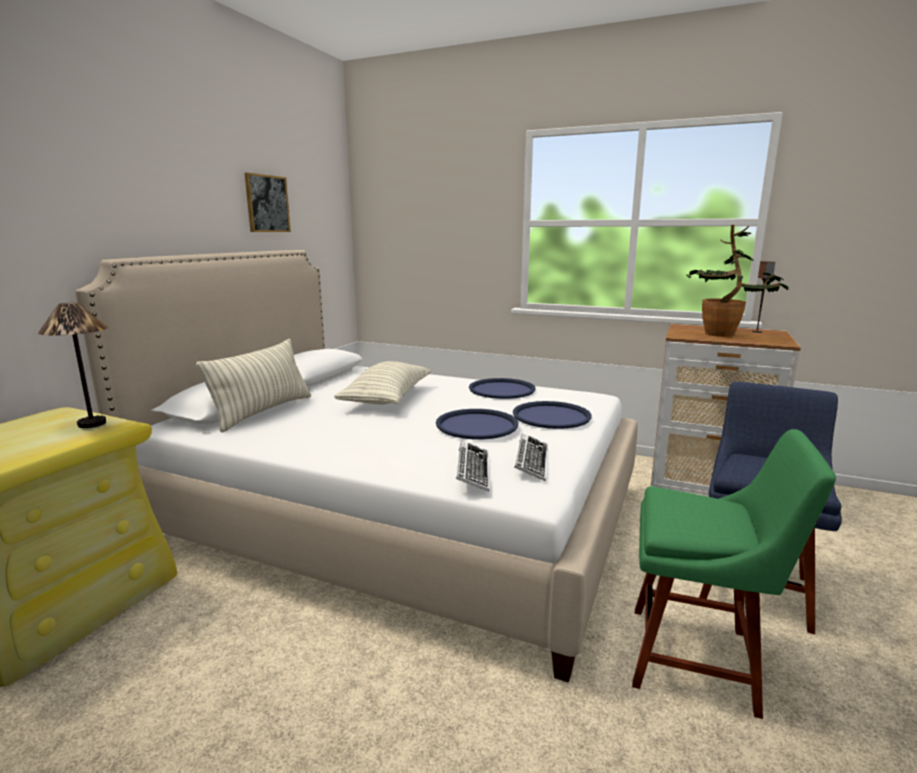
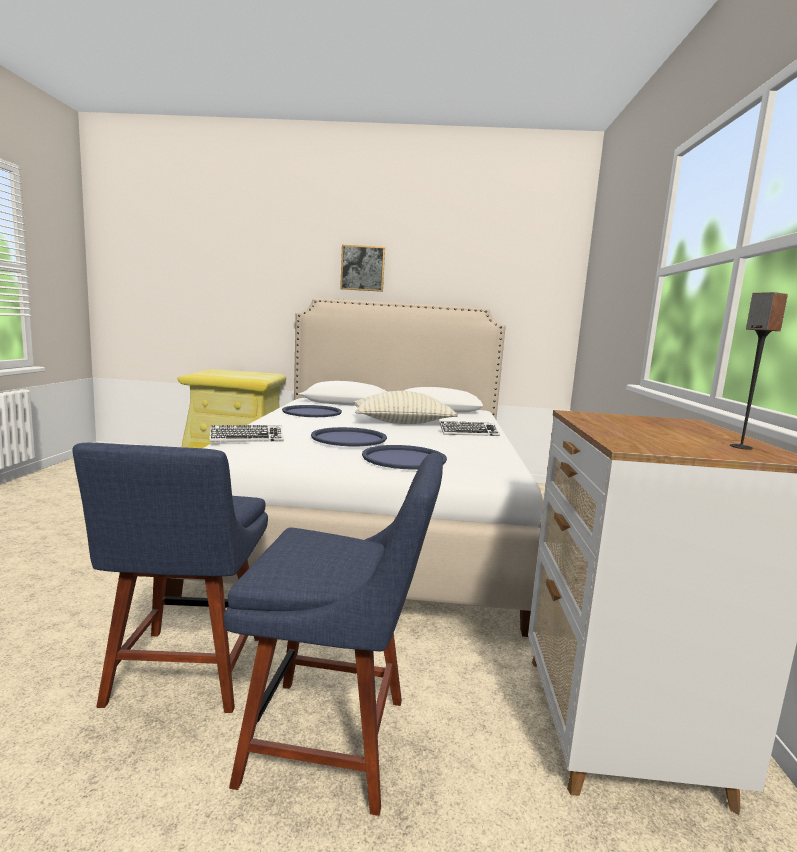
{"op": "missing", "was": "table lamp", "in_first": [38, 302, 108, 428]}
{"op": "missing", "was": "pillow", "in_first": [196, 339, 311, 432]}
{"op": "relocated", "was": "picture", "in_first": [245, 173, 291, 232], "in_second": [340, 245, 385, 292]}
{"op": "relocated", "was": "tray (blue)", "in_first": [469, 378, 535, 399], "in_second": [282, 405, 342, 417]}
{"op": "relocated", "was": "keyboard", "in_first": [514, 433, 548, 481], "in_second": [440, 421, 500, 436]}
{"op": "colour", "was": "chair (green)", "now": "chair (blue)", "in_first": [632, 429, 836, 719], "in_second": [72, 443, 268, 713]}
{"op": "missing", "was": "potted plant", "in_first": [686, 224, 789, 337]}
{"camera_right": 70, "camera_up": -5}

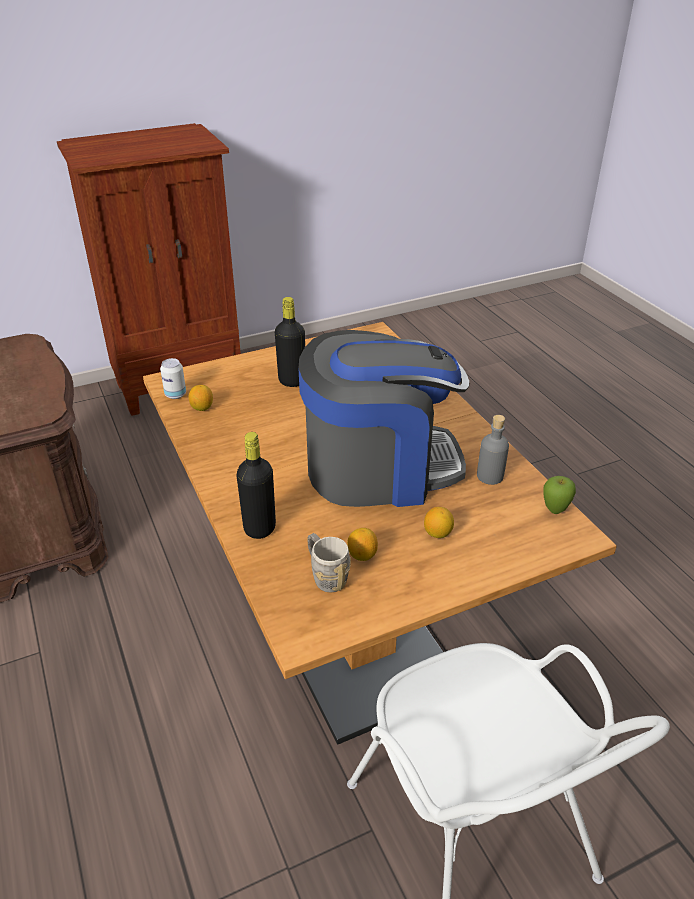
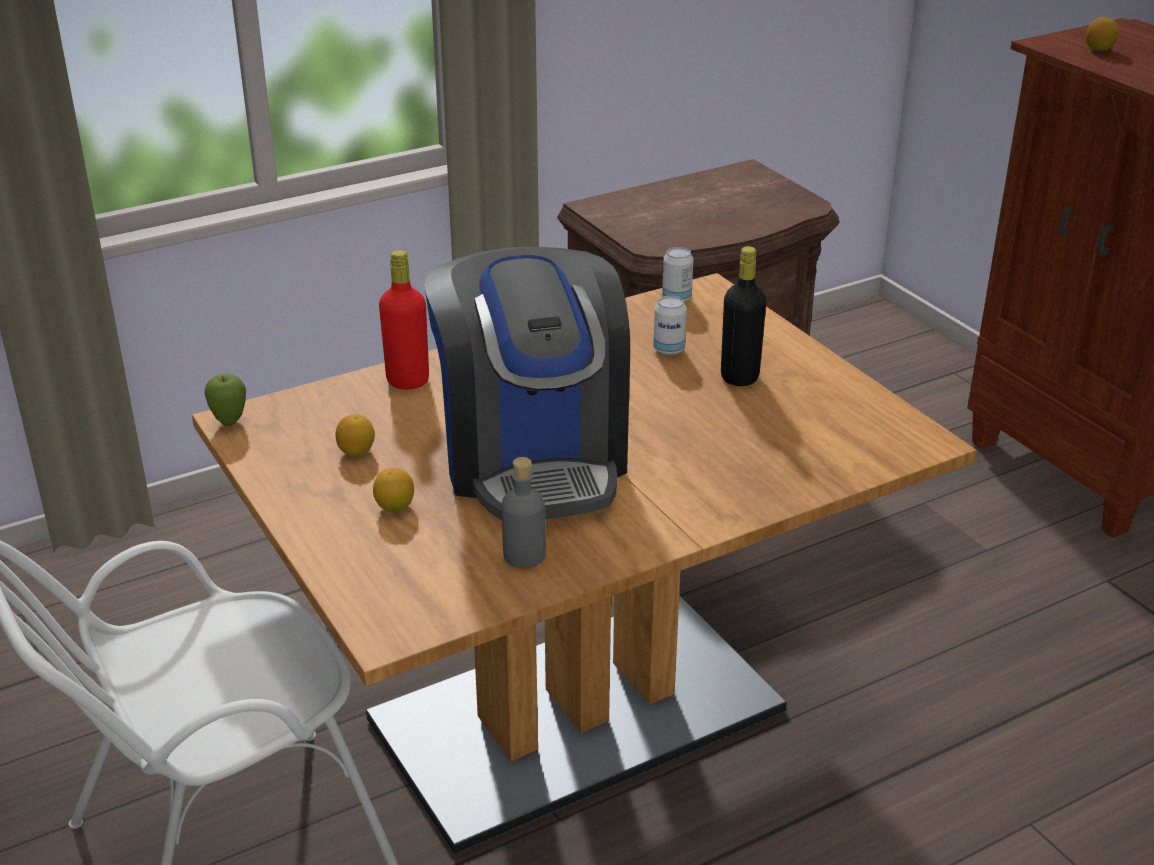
{"op": "relocated", "was": "lemon", "in_first": [189, 385, 213, 411], "in_second": [1086, 17, 1119, 51]}
{"op": "colour", "was": "bottle (black)", "now": "bottle (red)", "in_first": [236, 432, 276, 539], "in_second": [379, 250, 429, 389]}
{"op": "missing", "was": "mug (grey)", "in_first": [308, 533, 351, 593]}
{"op": "relocated", "was": "apple", "in_first": [544, 476, 576, 514], "in_second": [204, 374, 246, 426]}
{"op": "appeared", "now": "can", "in_second": [653, 296, 687, 356]}
{"camera_right": 85, "camera_up": -5}

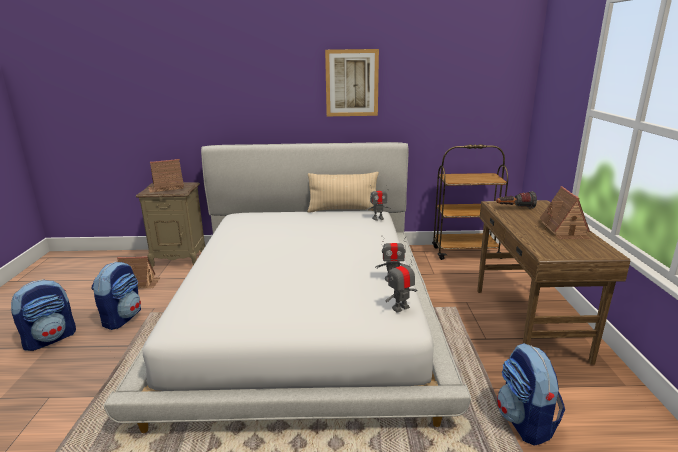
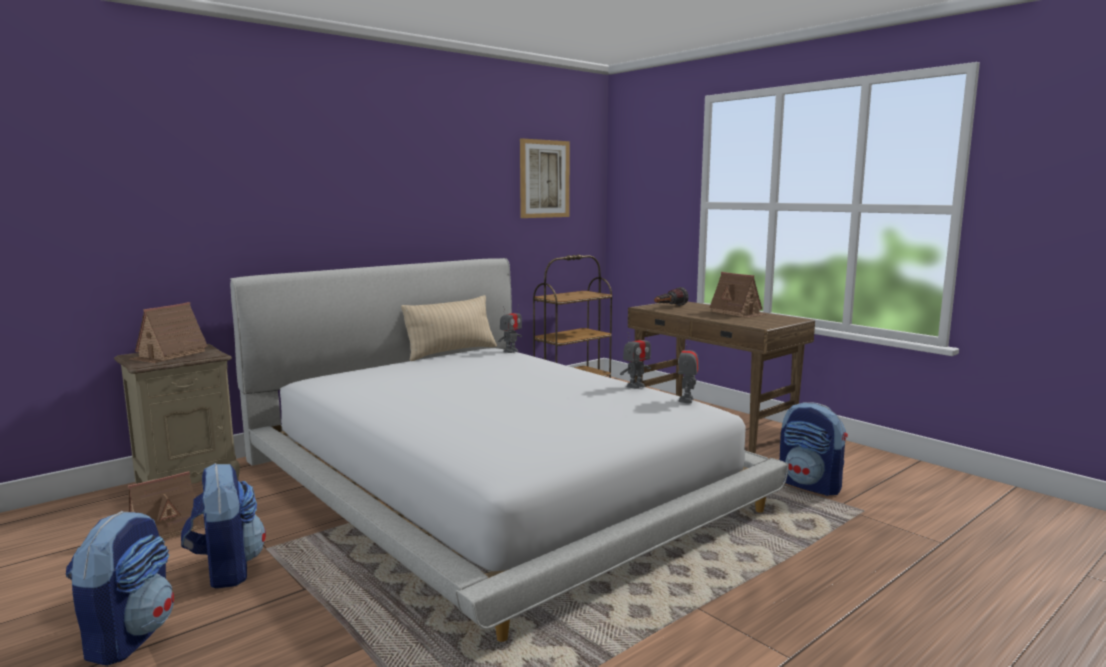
{"op": "relocated", "was": "picture", "in_first": [325, 49, 379, 116], "in_second": [520, 138, 570, 218]}
{"camera_right": -40, "camera_up": -10}

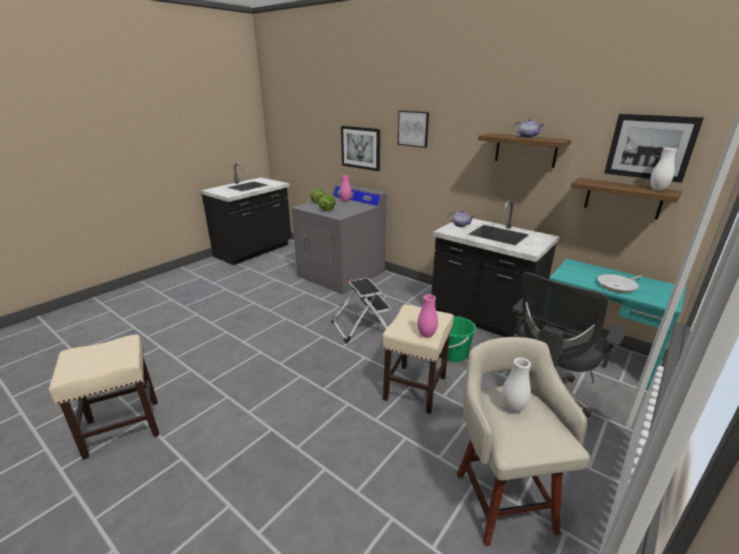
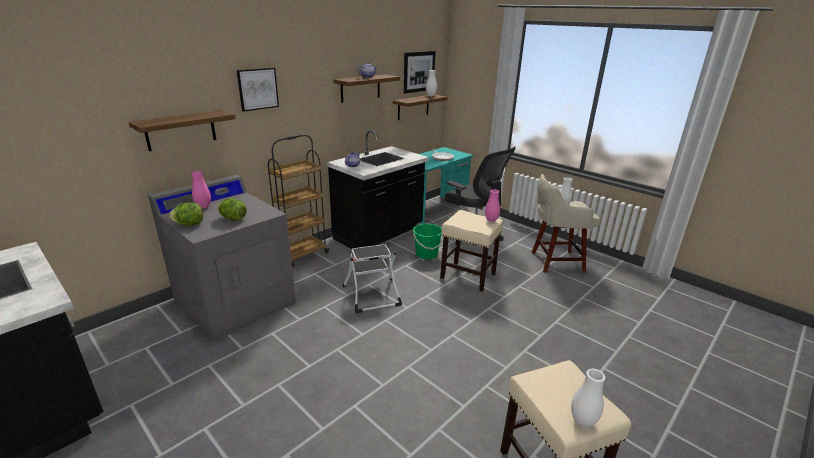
{"op": "exchanged", "was": "picture", "now": "shelf", "in_first": [341, 126, 380, 171], "in_second": [128, 110, 235, 151]}
{"op": "appeared", "now": "cart (brown)", "in_second": [268, 135, 330, 268]}
{"op": "appeared", "now": "vase (white)", "in_second": [571, 369, 606, 427]}
{"camera_right": -85, "camera_up": 0}

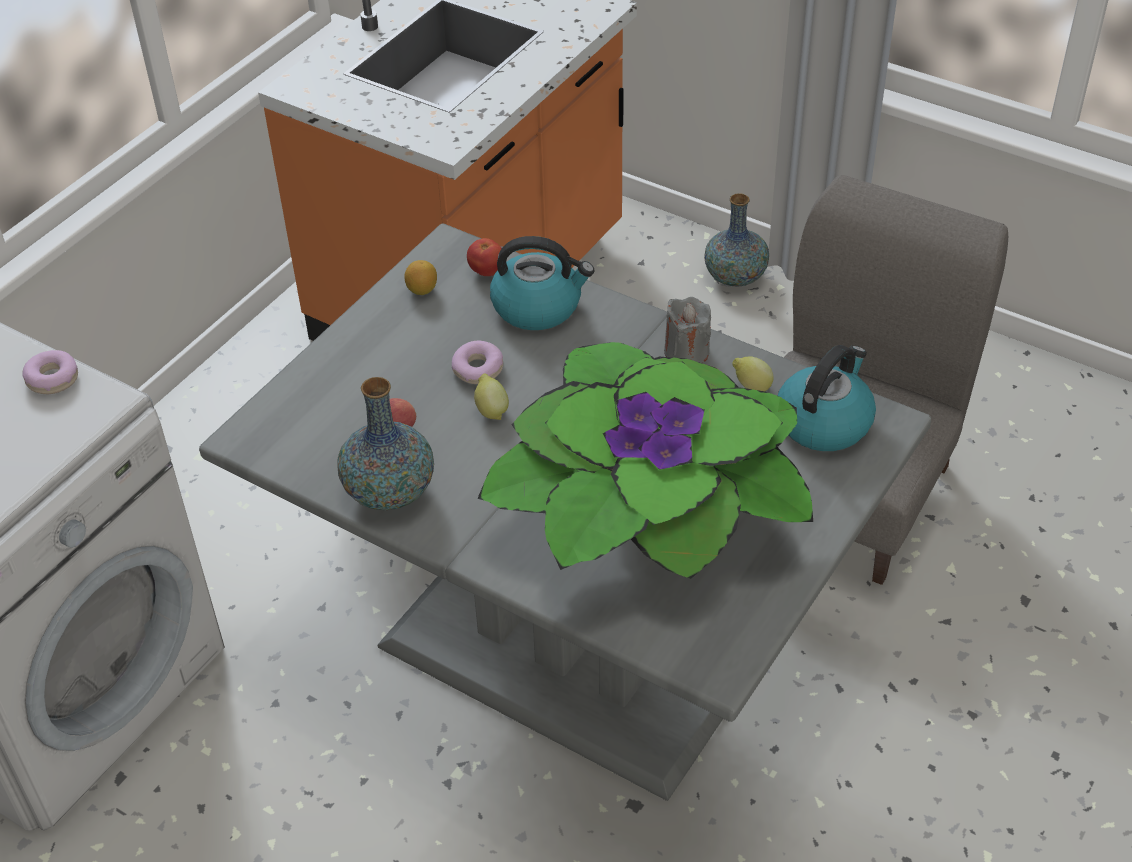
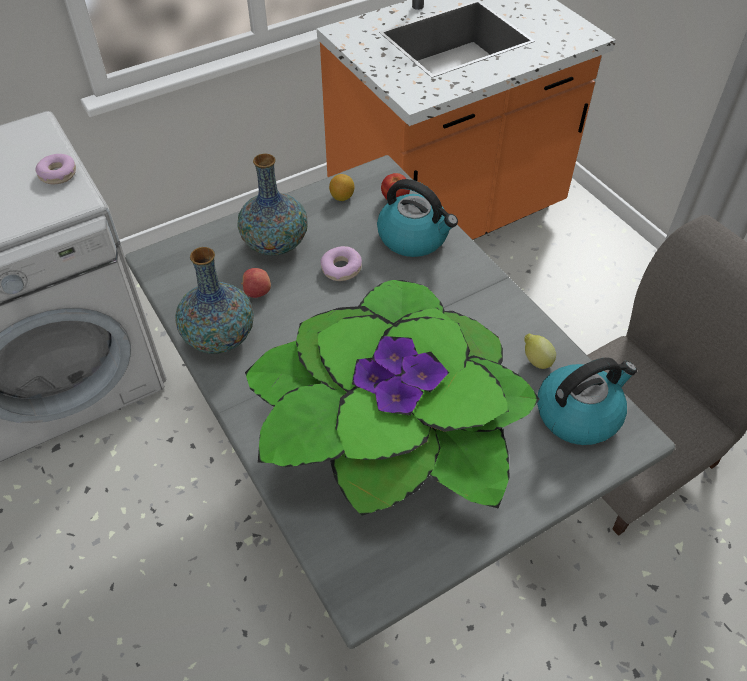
{"op": "missing", "was": "lemon", "in_first": [474, 373, 509, 420]}
{"op": "missing", "was": "candle (grey)", "in_first": [664, 297, 711, 364]}
{"op": "relocated", "was": "vase", "in_first": [704, 193, 769, 287], "in_second": [237, 154, 308, 256]}
{"camera_right": 25, "camera_up": 5}

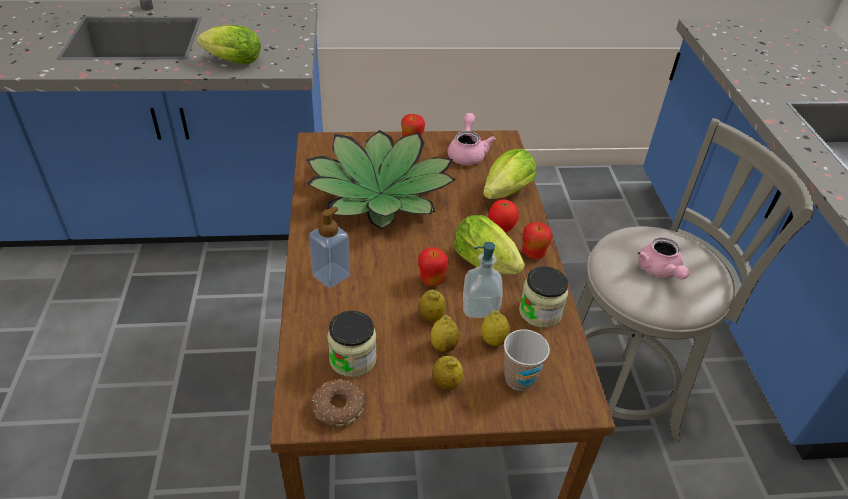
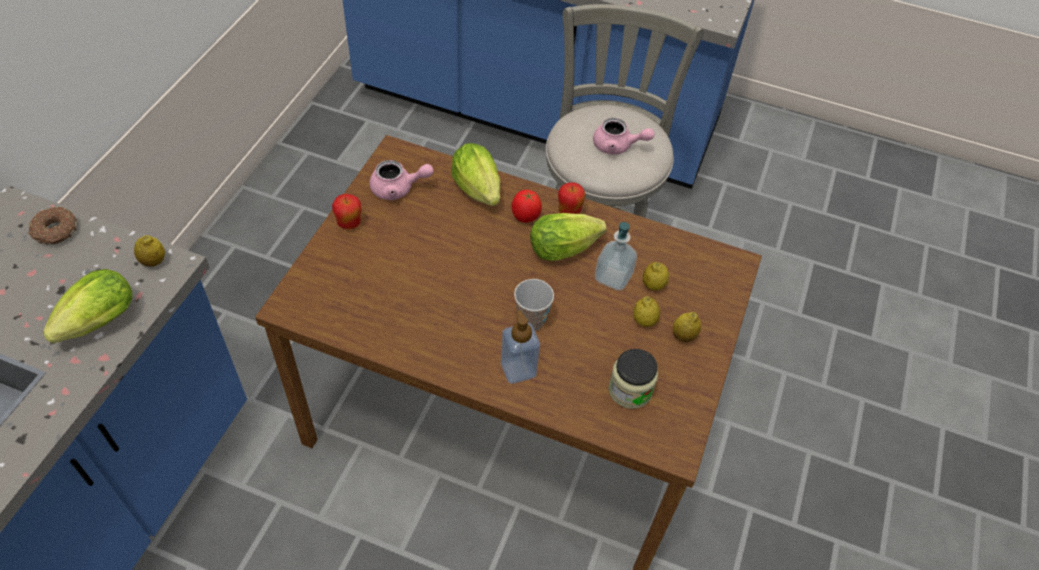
{"op": "missing", "was": "potted plant", "in_first": [306, 130, 456, 229]}
{"op": "relocated", "was": "donut", "in_first": [312, 379, 365, 427], "in_second": [28, 207, 77, 244]}
{"op": "missing", "was": "apple", "in_first": [418, 247, 449, 286]}
{"op": "relocated", "was": "lemon", "in_first": [418, 290, 446, 322], "in_second": [134, 235, 165, 267]}
{"op": "spun", "was": "teapot (pink)", "in_first": [448, 113, 496, 165], "in_second": [370, 160, 434, 200], "clockwise": 150}
{"op": "relocated", "was": "cup", "in_first": [504, 329, 550, 391], "in_second": [514, 279, 554, 331]}
{"op": "missing", "was": "jar", "in_first": [519, 266, 568, 328]}
{"camera_right": -65, "camera_up": 10}

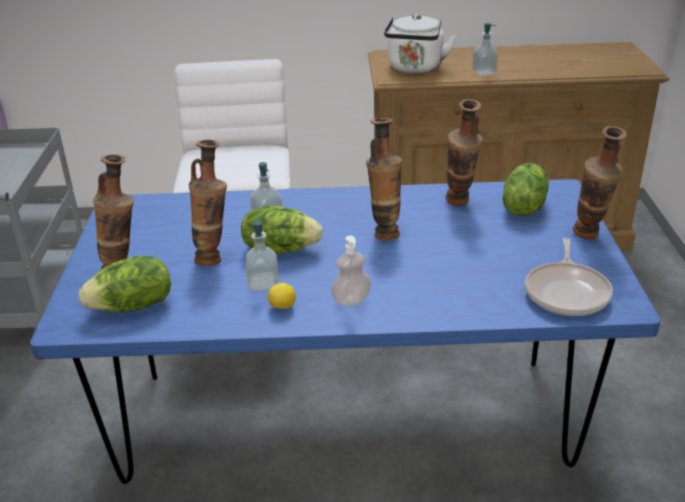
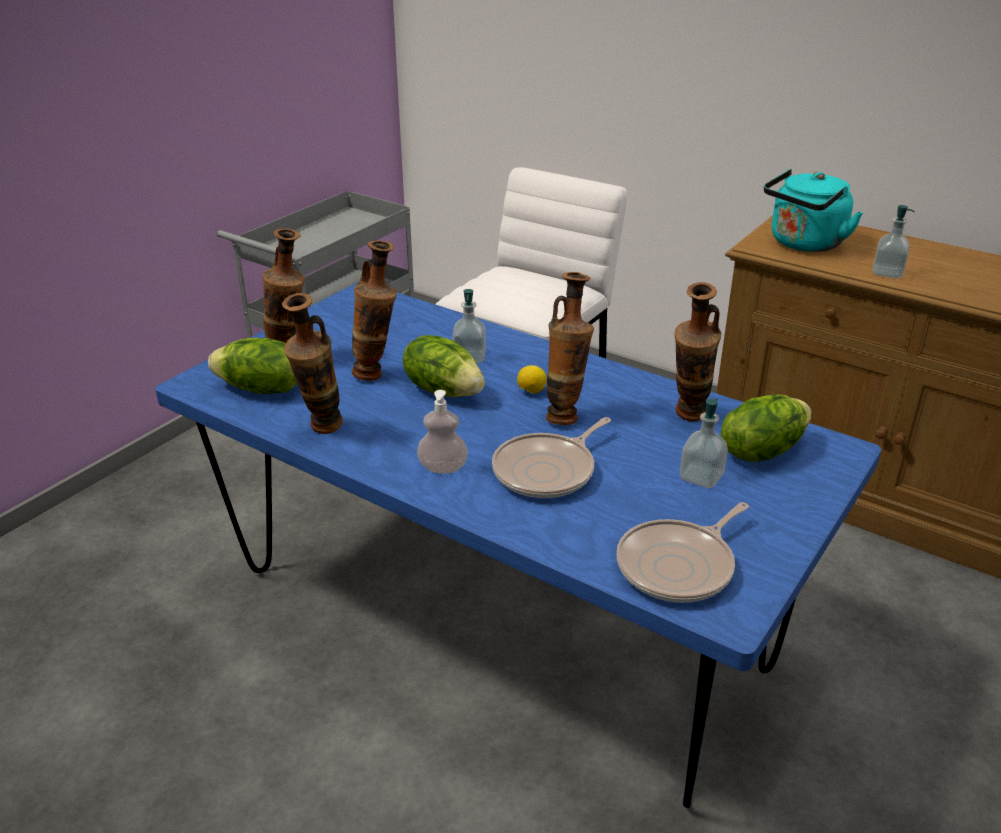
{"op": "relocated", "was": "soap dispenser", "in_first": [246, 220, 278, 291], "in_second": [680, 399, 728, 488]}
{"op": "relocated", "was": "lemon", "in_first": [268, 283, 296, 309], "in_second": [517, 365, 547, 394]}
{"op": "colour", "was": "kettle (white)", "now": "kettle (turquoise)", "in_first": [384, 14, 456, 74], "in_second": [764, 169, 863, 252]}
{"op": "relocated", "was": "vase", "in_first": [573, 126, 627, 239], "in_second": [282, 293, 343, 434]}
{"op": "appeared", "now": "frying pan", "in_second": [492, 417, 611, 498]}
{"camera_right": 35, "camera_up": 0}

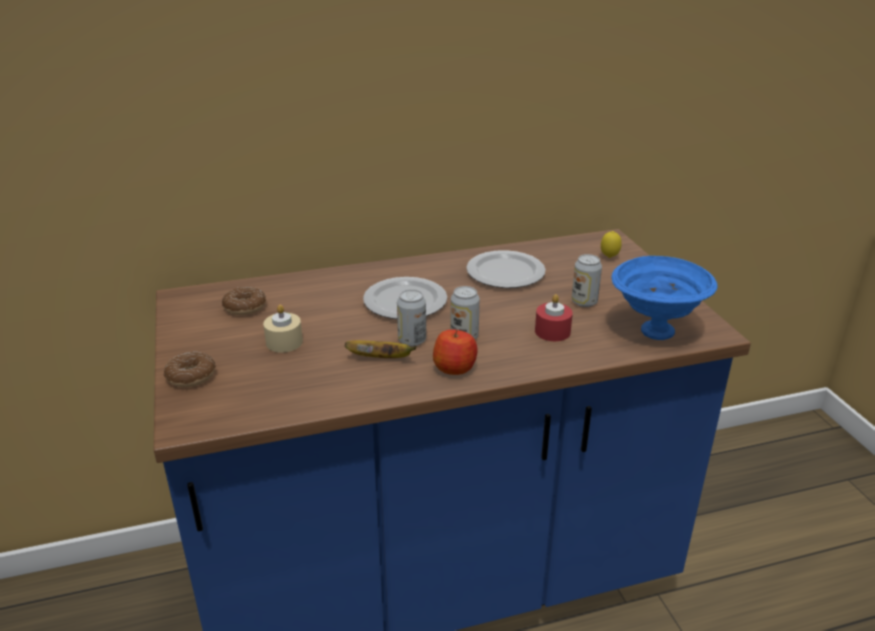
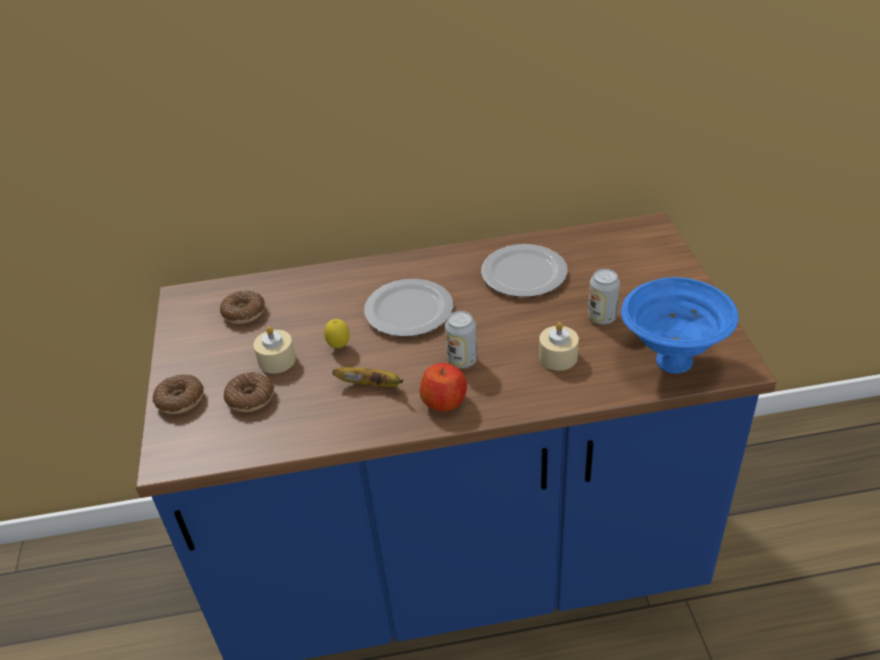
{"op": "missing", "was": "can", "in_first": [397, 289, 426, 346]}
{"op": "colour", "was": "candle (red)", "now": "candle (beige)", "in_first": [535, 294, 573, 341], "in_second": [539, 322, 579, 371]}
{"op": "relocated", "was": "lemon", "in_first": [601, 231, 622, 258], "in_second": [324, 319, 350, 349]}
{"op": "appeared", "now": "donut", "in_second": [224, 372, 274, 412]}
{"camera_right": 10, "camera_up": 10}

